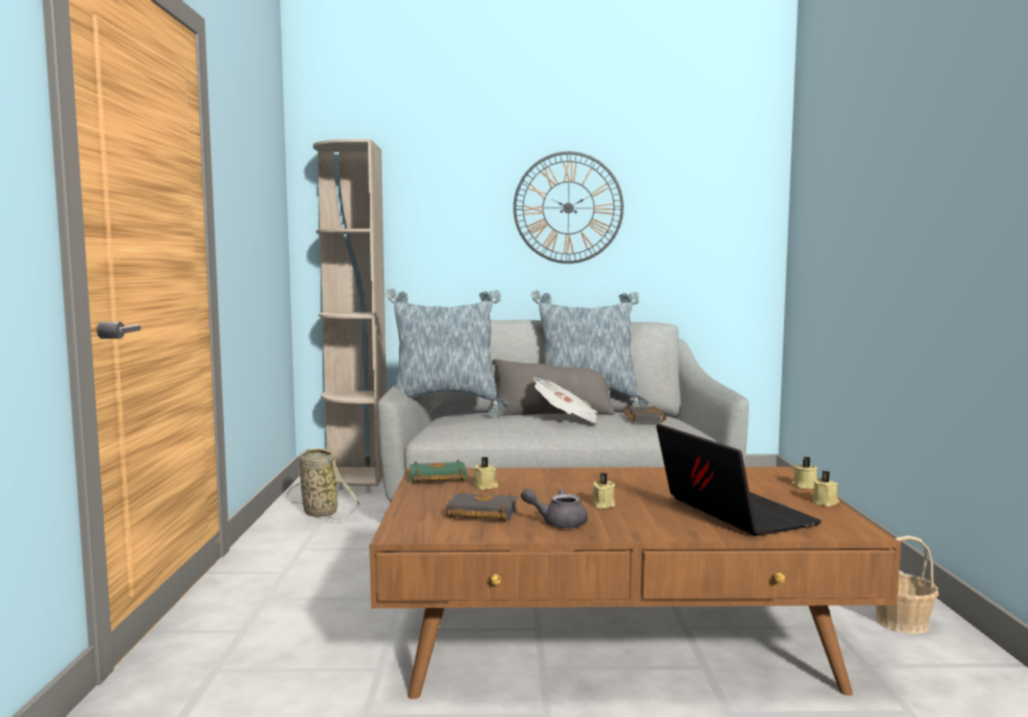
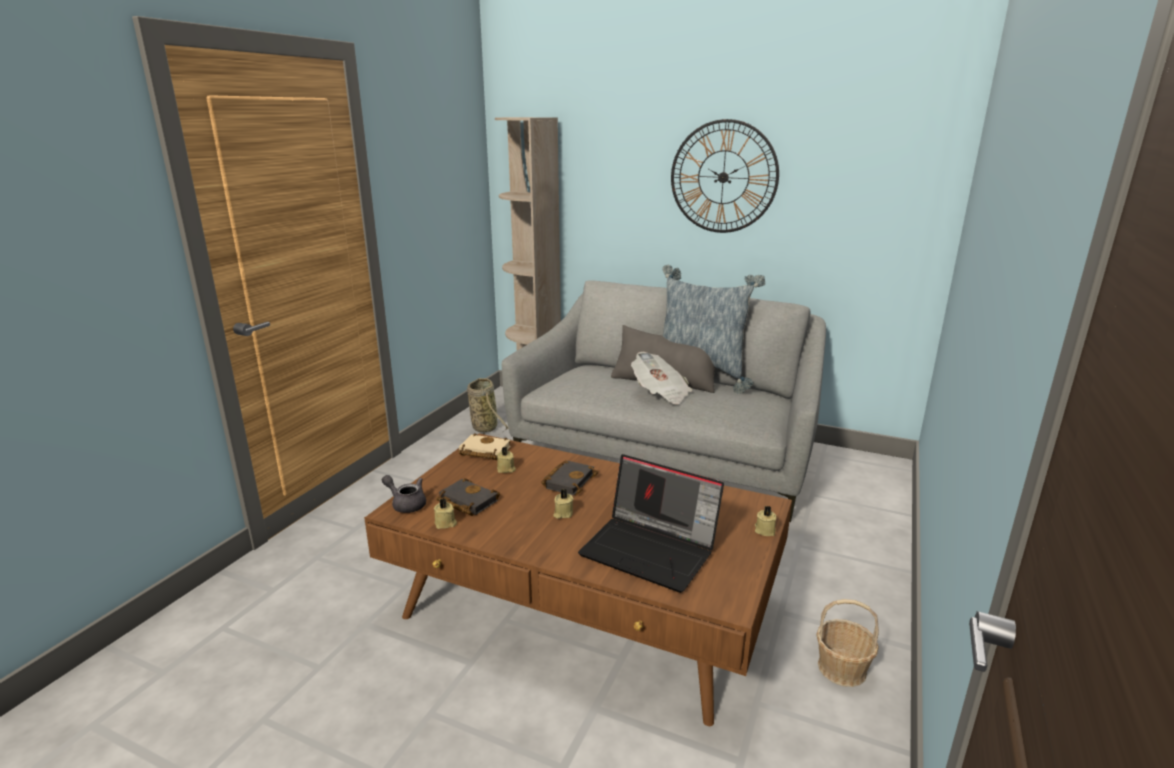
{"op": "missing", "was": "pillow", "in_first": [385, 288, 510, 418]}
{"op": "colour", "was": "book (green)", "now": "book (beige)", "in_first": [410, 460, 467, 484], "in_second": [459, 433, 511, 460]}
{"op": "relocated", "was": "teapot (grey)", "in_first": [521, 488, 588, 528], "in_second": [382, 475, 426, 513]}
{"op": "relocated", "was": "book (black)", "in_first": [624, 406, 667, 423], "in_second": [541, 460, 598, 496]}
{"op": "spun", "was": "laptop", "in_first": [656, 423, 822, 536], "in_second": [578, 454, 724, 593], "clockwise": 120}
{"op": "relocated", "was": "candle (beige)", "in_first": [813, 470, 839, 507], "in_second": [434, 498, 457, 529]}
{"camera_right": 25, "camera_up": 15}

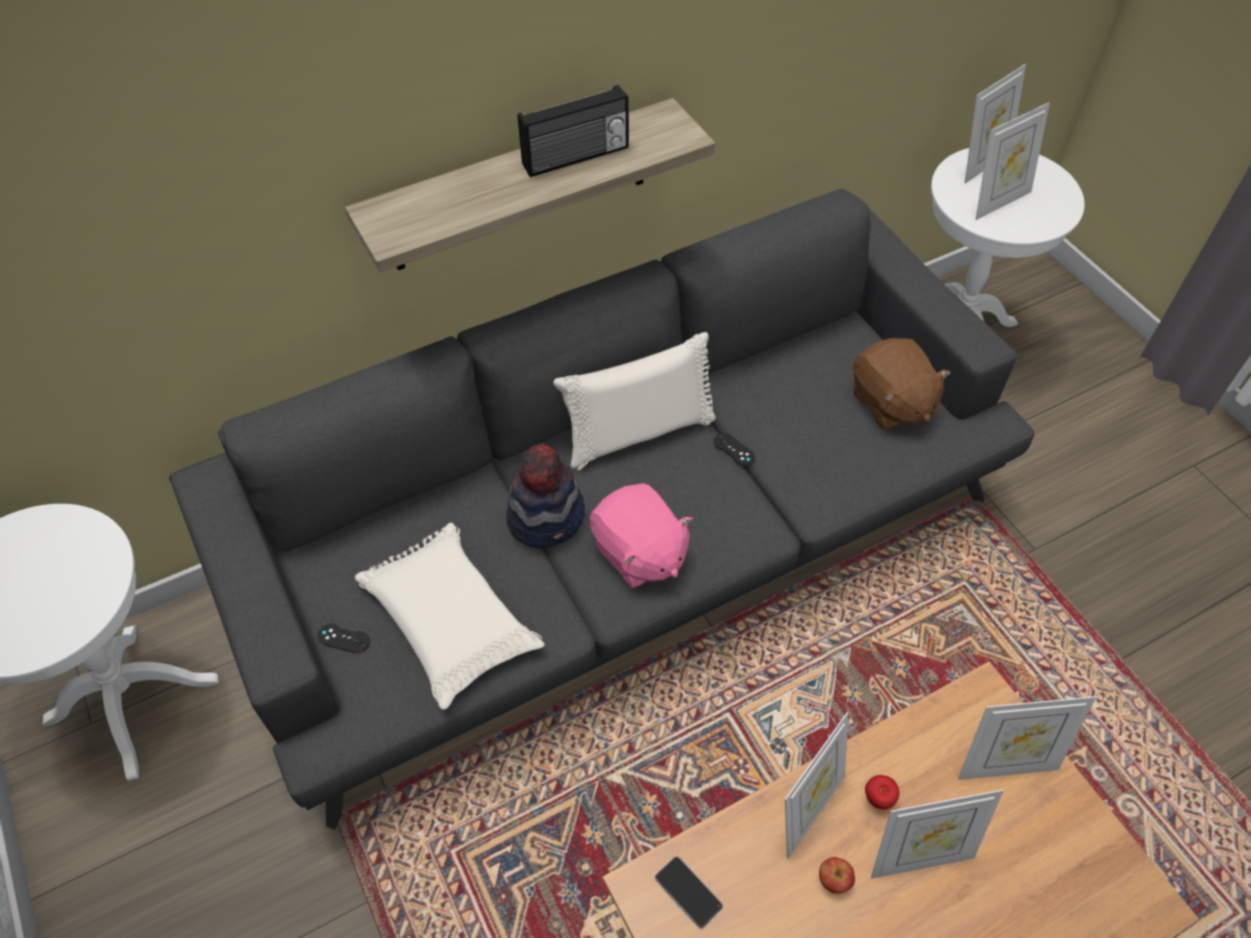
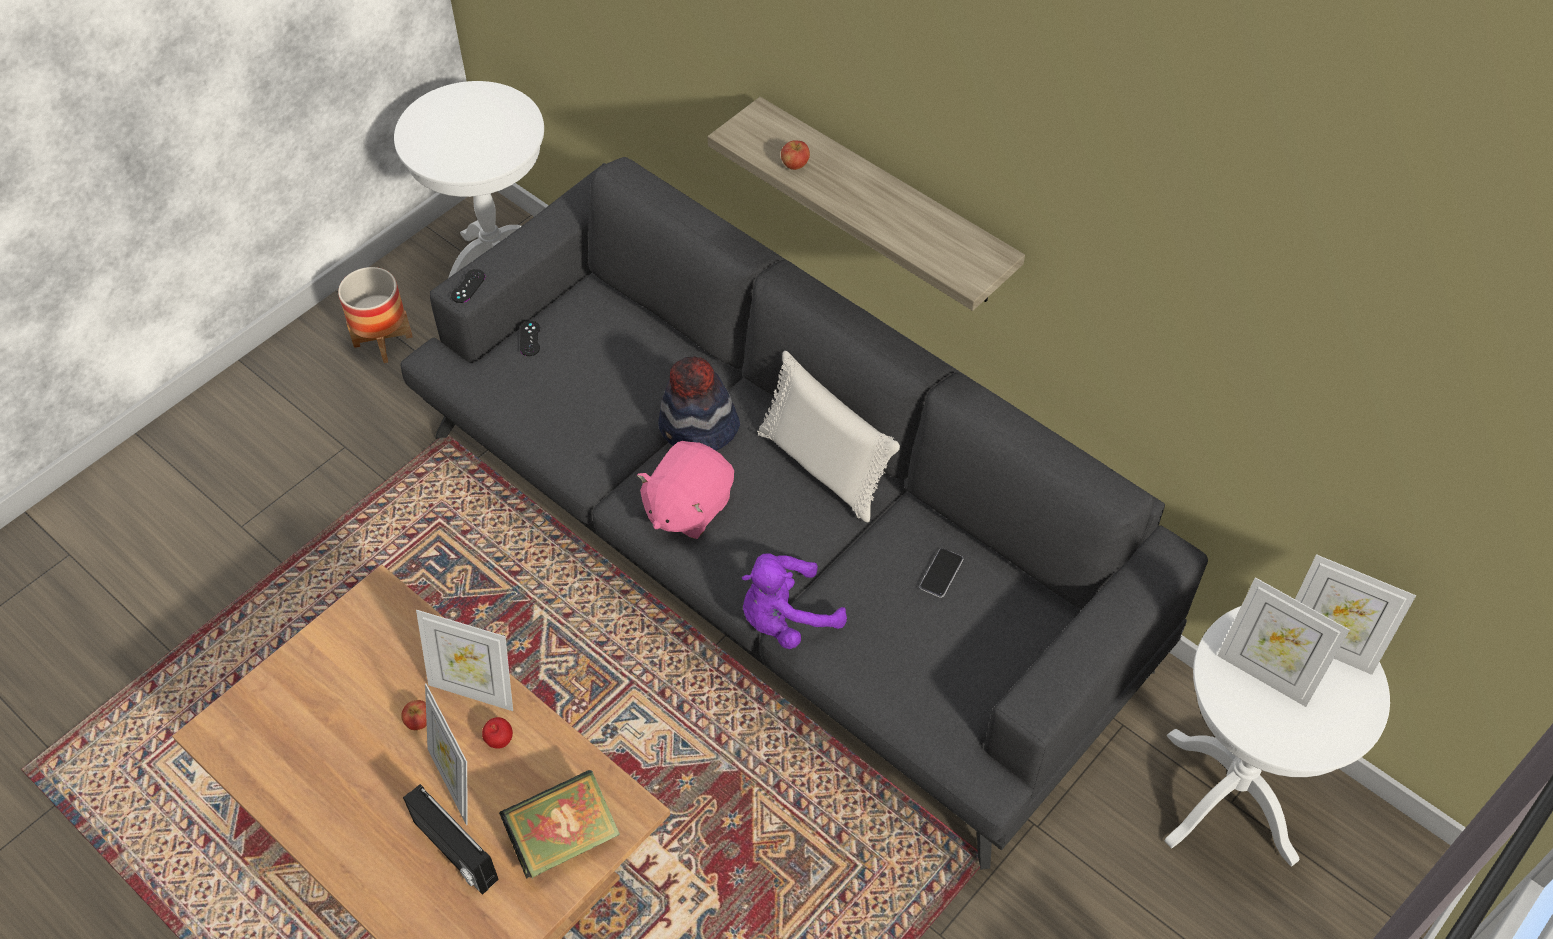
{"op": "missing", "was": "pillow (white)", "in_first": [355, 523, 545, 710]}
{"op": "relocated", "was": "radio", "in_first": [518, 85, 629, 177], "in_second": [403, 784, 498, 895]}
{"op": "relocated", "was": "phone", "in_first": [655, 856, 723, 928], "in_second": [919, 548, 963, 598]}
{"op": "relocated", "was": "game controller (black)", "in_first": [714, 433, 755, 466], "in_second": [451, 269, 485, 303]}
{"op": "missing", "was": "plush toy (brown)", "in_first": [853, 338, 951, 430]}
{"op": "exchanged", "was": "picture frame", "now": "book", "in_first": [958, 696, 1096, 780], "in_second": [499, 770, 620, 879]}
{"op": "appeared", "now": "planter", "in_second": [338, 267, 412, 363]}
{"op": "appeared", "now": "plush toy (purple)", "in_second": [742, 554, 847, 649]}
{"op": "appeared", "now": "apple", "in_second": [781, 141, 810, 170]}
{"camera_right": 70, "camera_up": 0}

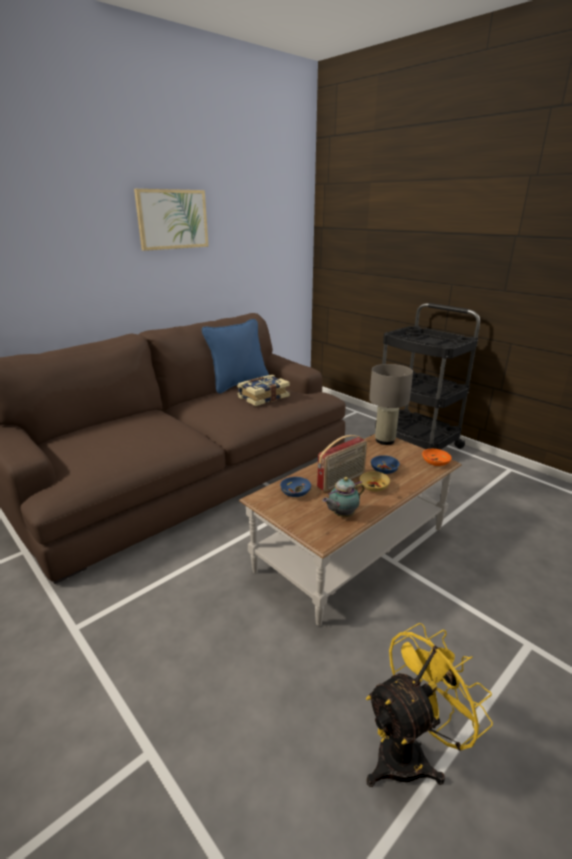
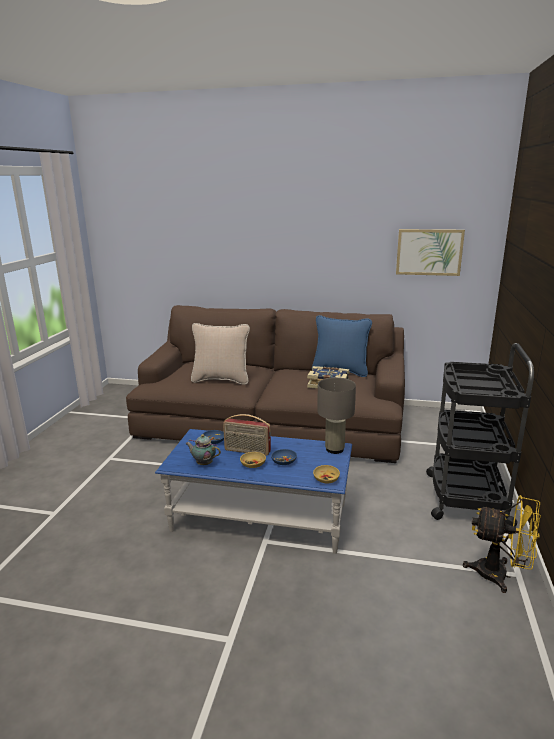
{"op": "relocated", "was": "picture", "in_first": [134, 189, 209, 251], "in_second": [396, 229, 465, 276]}
{"op": "colour", "was": "coffee table (brown)", "now": "coffee table (blue)", "in_first": [239, 434, 462, 626], "in_second": [155, 429, 352, 554]}
{"op": "relocated", "was": "fan (yellow)", "in_first": [366, 623, 493, 787], "in_second": [463, 495, 541, 593]}
{"op": "colour", "was": "bowl (orange)", "now": "bowl (beige)", "in_first": [422, 449, 452, 466], "in_second": [313, 465, 340, 484]}
{"op": "appeared", "now": "pillow (beige)", "in_second": [191, 323, 250, 385]}
{"camera_right": 55, "camera_up": -5}

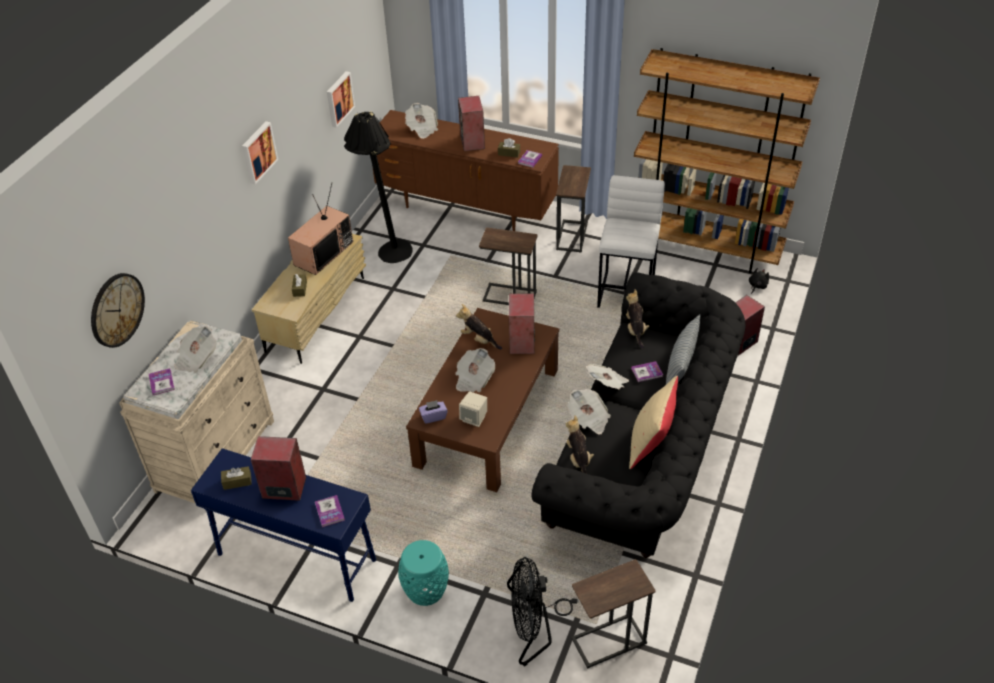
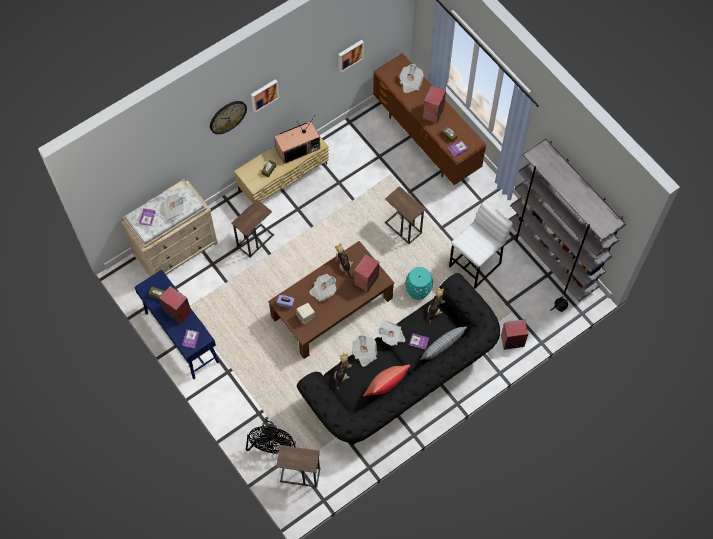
{"op": "relocated", "was": "wall clock", "in_first": [91, 273, 145, 348], "in_second": [210, 101, 247, 134]}
{"op": "missing", "was": "floor lamp (black)", "in_first": [344, 112, 413, 263]}
{"op": "relocated", "was": "stool (turquoise)", "in_first": [398, 540, 449, 606], "in_second": [405, 267, 433, 300]}
{"op": "spun", "was": "fan (black)", "in_first": [507, 557, 579, 667], "in_second": [246, 417, 296, 454], "clockwise": -105}
{"op": "relocated", "was": "side table (brown)", "in_first": [556, 165, 591, 253], "in_second": [231, 199, 274, 258]}
{"op": "colour", "was": "pillow (beige)", "now": "pillow (red)", "in_first": [629, 376, 678, 469], "in_second": [363, 365, 410, 397]}
{"op": "colour", "was": "bookcase (brown)", "now": "bookcase (grey)", "in_first": [634, 48, 820, 273], "in_second": [509, 138, 626, 301]}
{"camera_right": 30, "camera_up": 20}

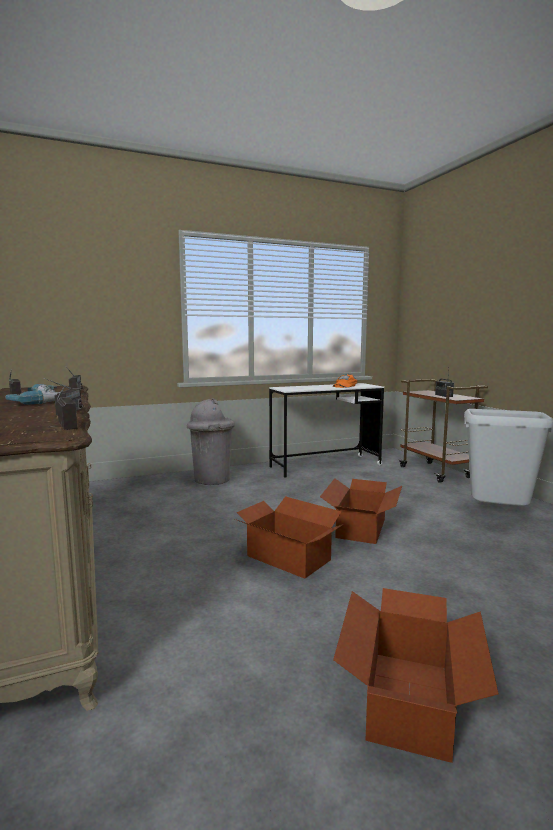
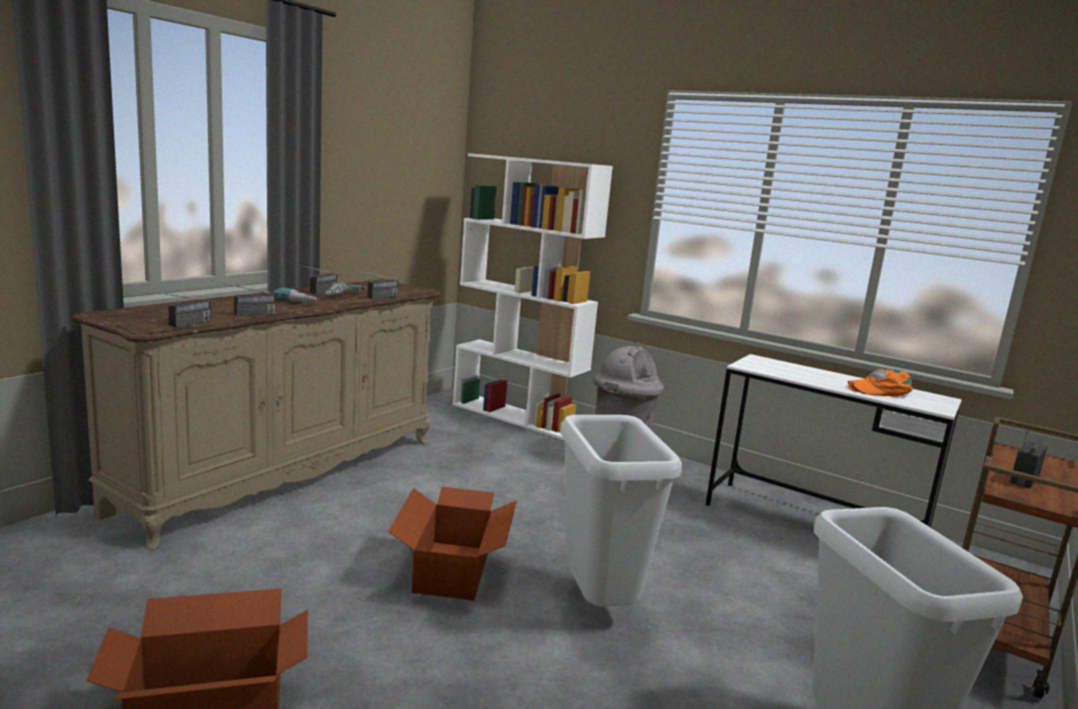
{"op": "exchanged", "was": "cardboard box", "now": "trash can (grey)", "in_first": [320, 478, 402, 544], "in_second": [560, 415, 682, 607]}
{"op": "appeared", "now": "bookcase (white)", "in_second": [453, 153, 613, 440]}
{"camera_right": 55, "camera_up": 5}

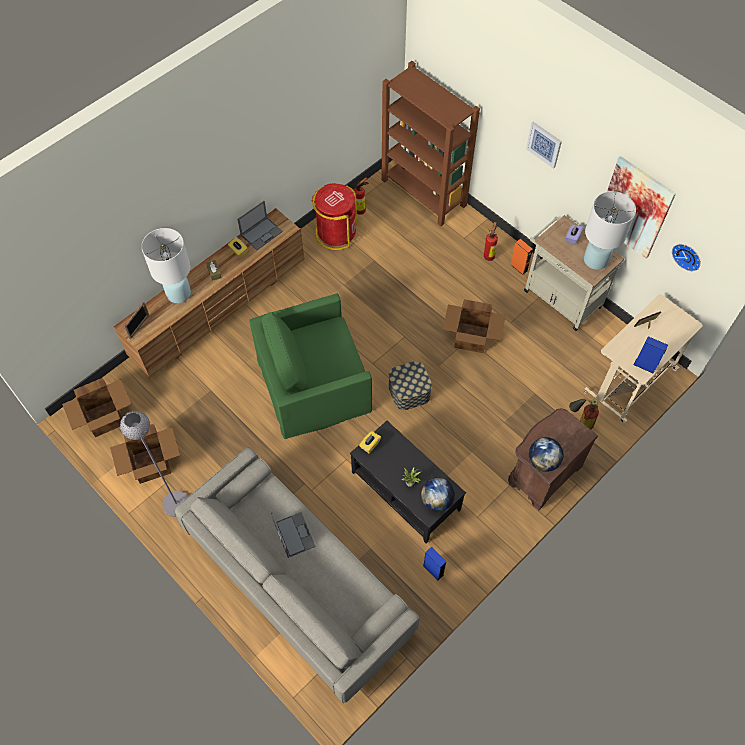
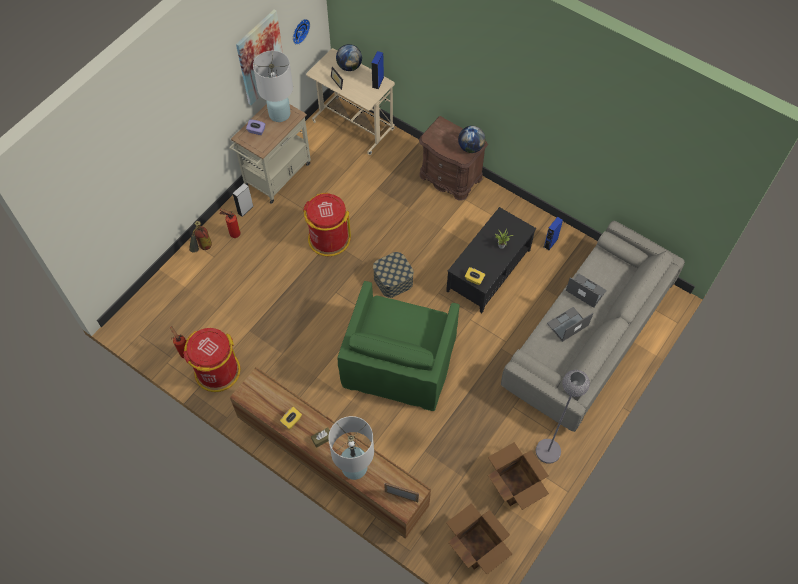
{"op": "relocated", "was": "laptop", "in_first": [237, 201, 283, 250], "in_second": [566, 273, 607, 308]}
{"op": "spun", "was": "armchair (green)", "in_first": [249, 294, 372, 439], "in_second": [337, 281, 460, 411], "clockwise": 45}
{"op": "missing", "was": "bookcase (brown)", "in_first": [382, 61, 480, 226]}
{"op": "relocated", "was": "globe", "in_first": [421, 477, 455, 512], "in_second": [336, 44, 362, 71]}
{"op": "exchanged", "was": "cardboard box", "now": "trash can (red)", "in_first": [443, 299, 506, 353], "in_second": [303, 193, 351, 256]}
{"op": "colour", "was": "speaker (orange)", "now": "speaker (grey)", "in_first": [510, 239, 533, 275], "in_second": [232, 183, 254, 217]}
{"op": "missing", "was": "picture", "in_first": [526, 122, 562, 169]}
{"op": "relocated", "was": "fire extinguisher", "in_first": [569, 399, 599, 430], "in_second": [189, 221, 212, 253]}
{"camera_right": -100, "camera_up": 0}

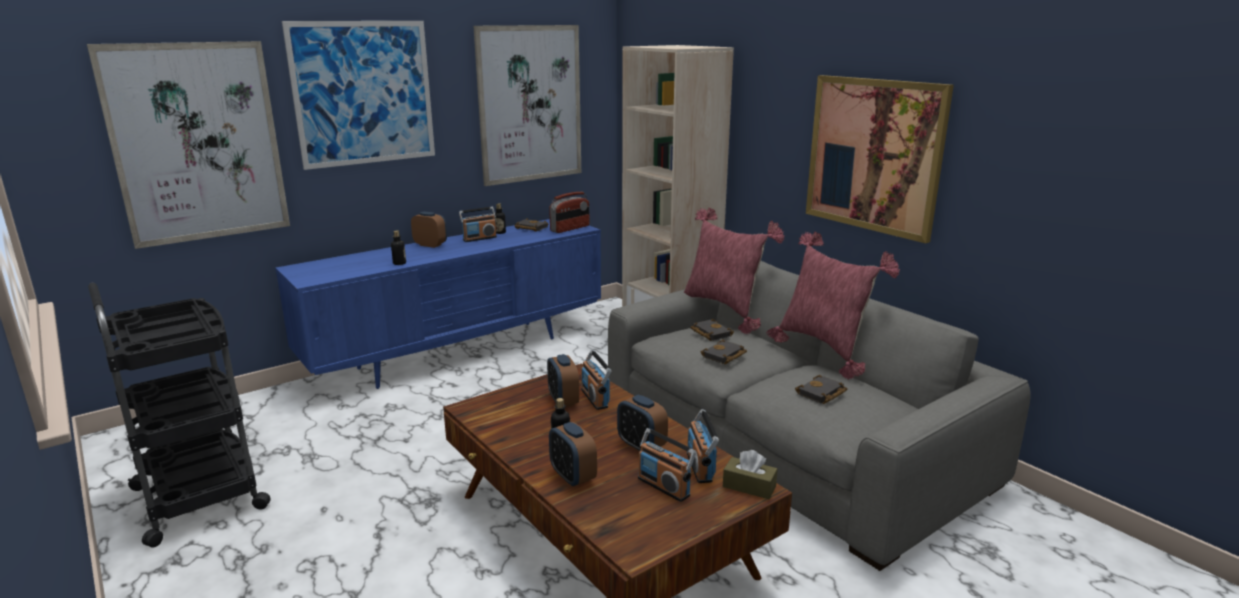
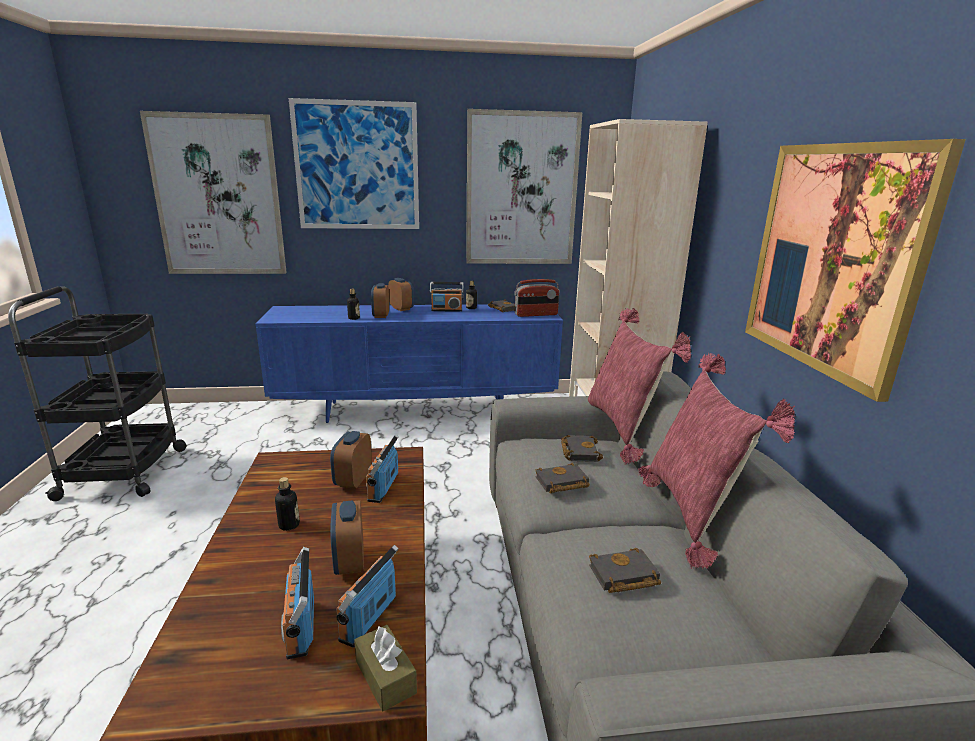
{"op": "relocated", "was": "alarm clock", "in_first": [549, 422, 597, 487], "in_second": [371, 283, 389, 318]}
{"camera_right": 30, "camera_up": 0}

